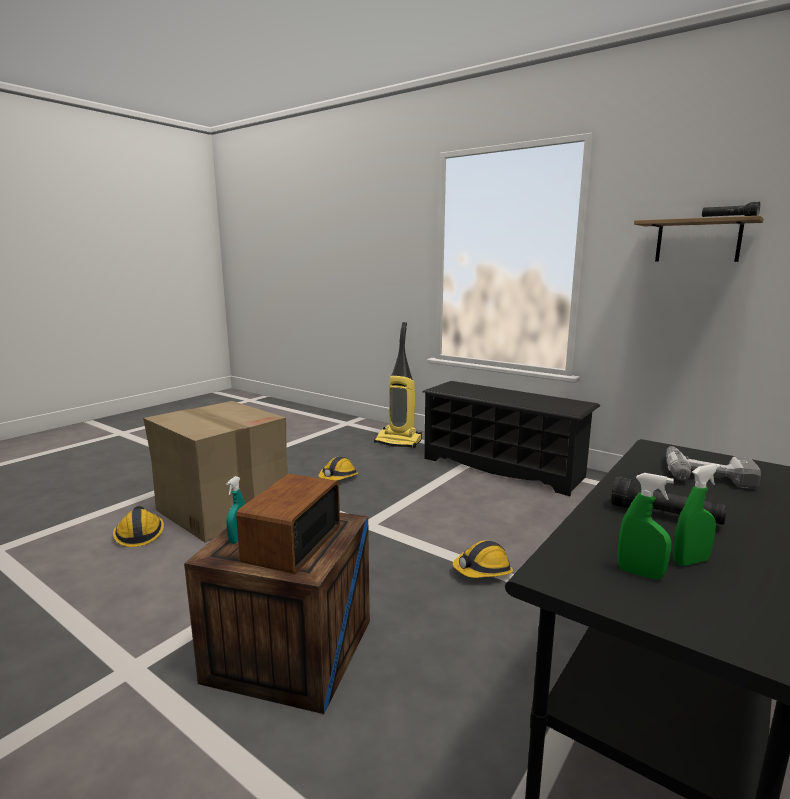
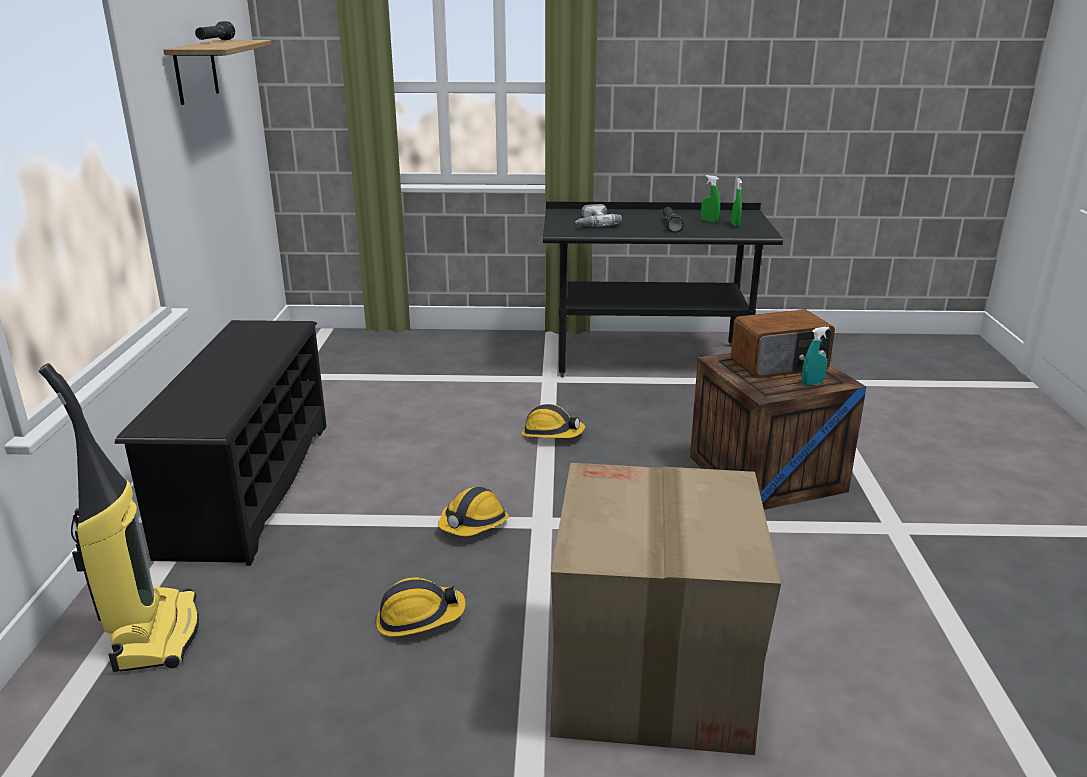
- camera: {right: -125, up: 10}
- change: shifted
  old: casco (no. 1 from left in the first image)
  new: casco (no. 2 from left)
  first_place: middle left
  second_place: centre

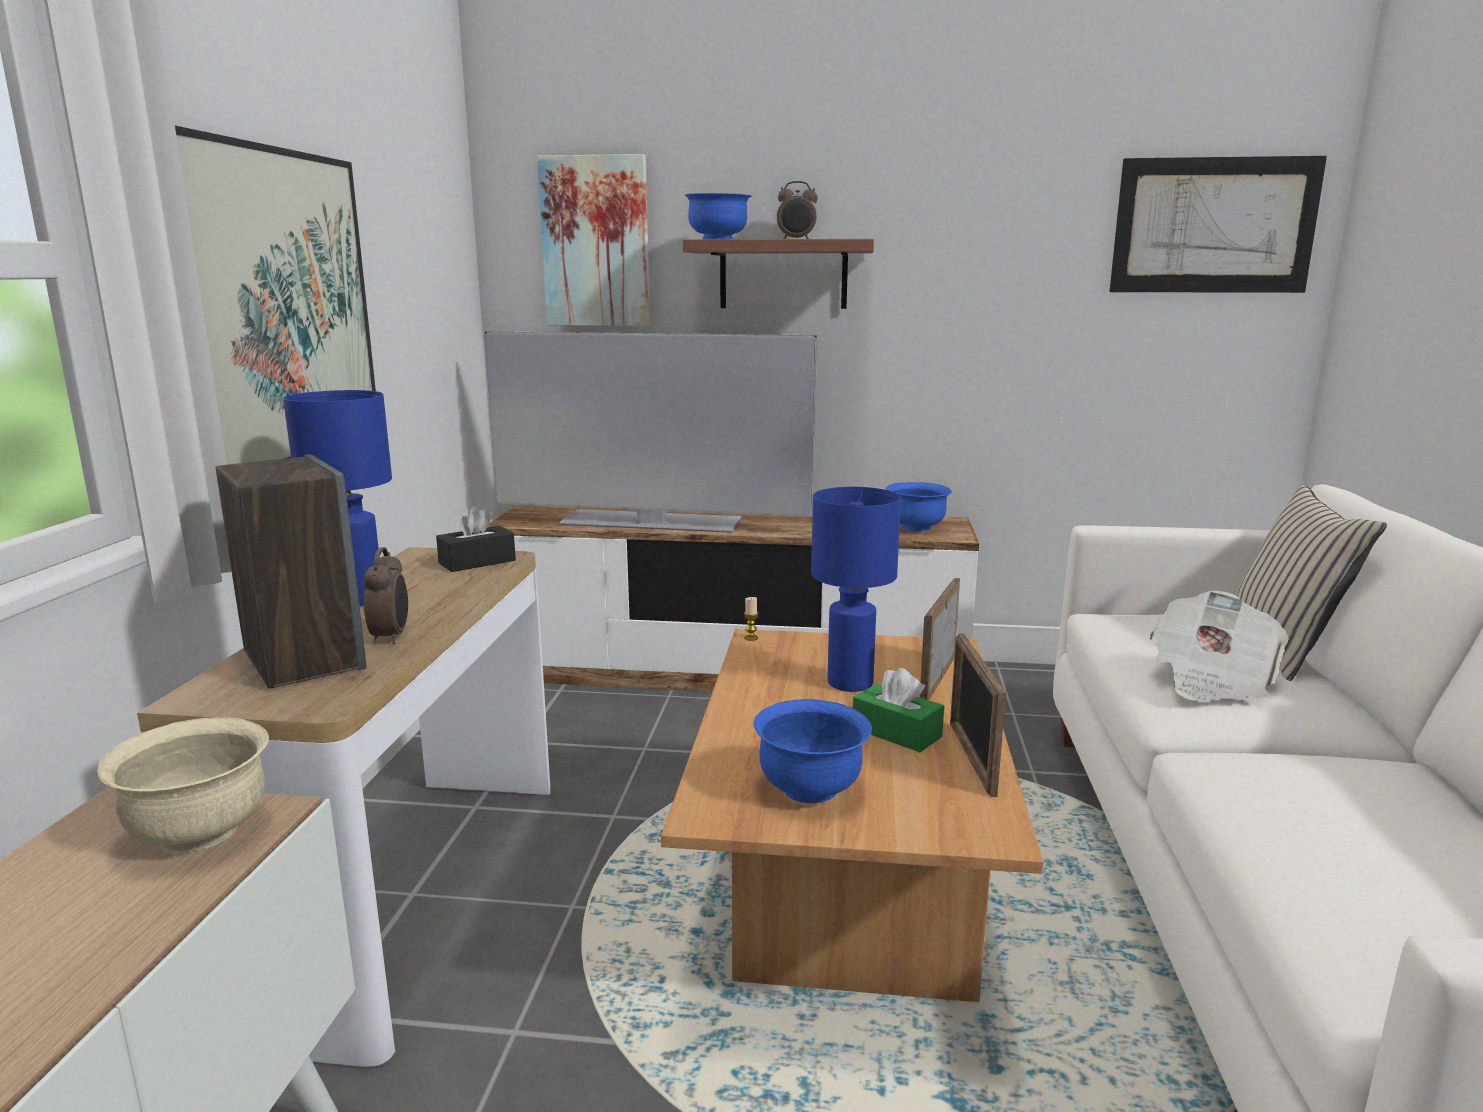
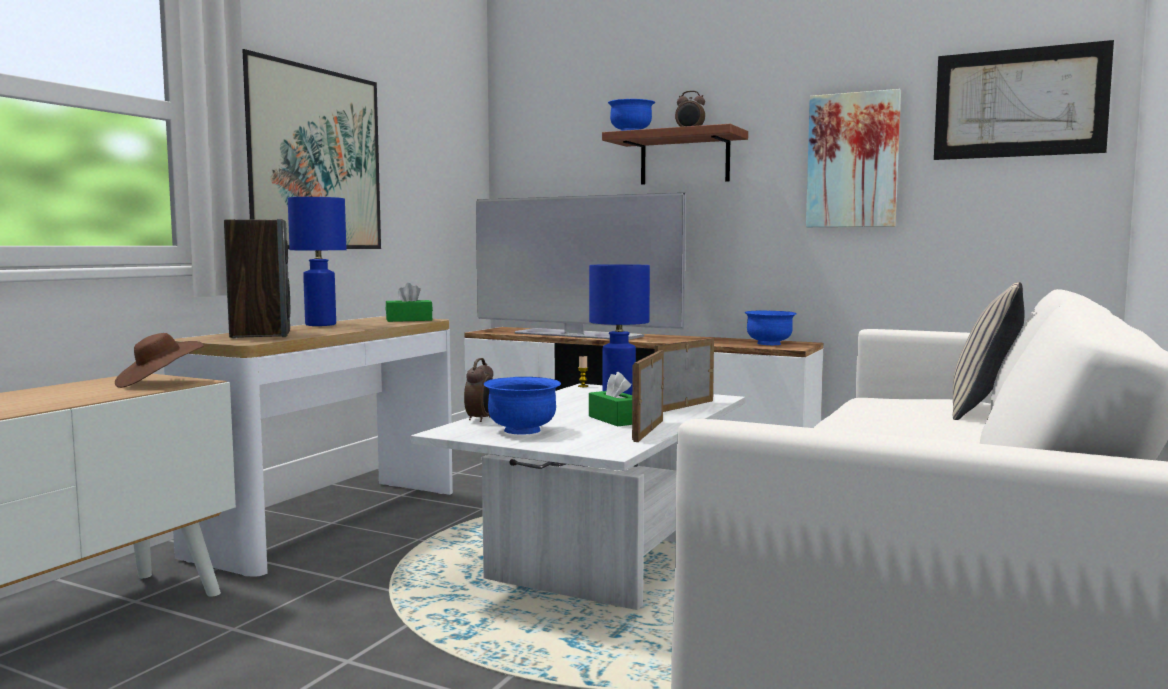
- camera: {right: 20, up: -10}
- change: swapped
  old: cuenco [beis]
  new: sombrero [marrón]
  first_place: bottom left
  second_place: middle left
- change: repainted
  old: caja de pañuelos [negro]
  new: caja de pañuelos [verde] (no. 1 from left)
  first_place: middle left
  second_place: centre
- change: repainted
  old: mesa de centro [marrón]
  new: mesa de centro [blanco]
  first_place: bottom centre
  second_place: bottom centre
- change: shifted
  old: despertador (no. 1 from left)
  first_place: middle left
  second_place: centre
- change: shifted
  old: cuadro (no. 2 from left)
  first_place: top centre
  second_place: top right
- change: gone
  old: periódico
  first_place: middle right

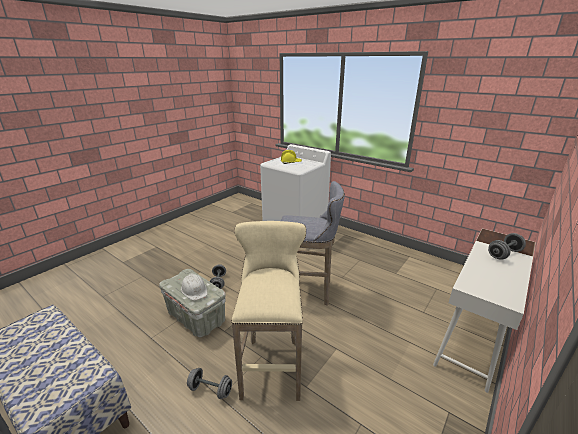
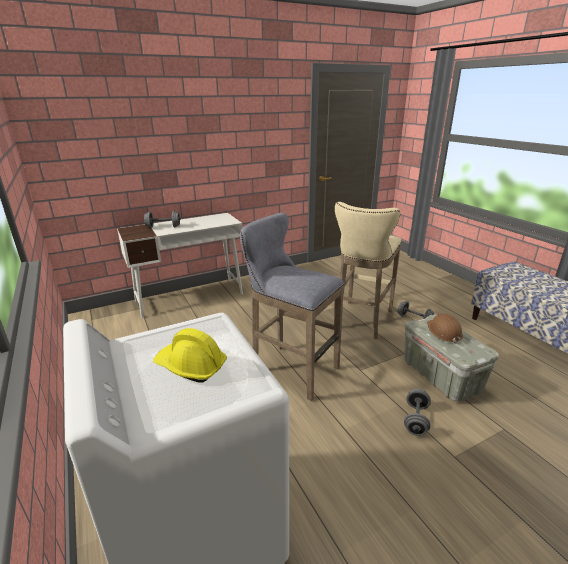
- camera: {right: -155, up: 0}
- change: repainted
  old: casco [blanco]
  new: casco [marrón]
  first_place: centre
  second_place: middle right

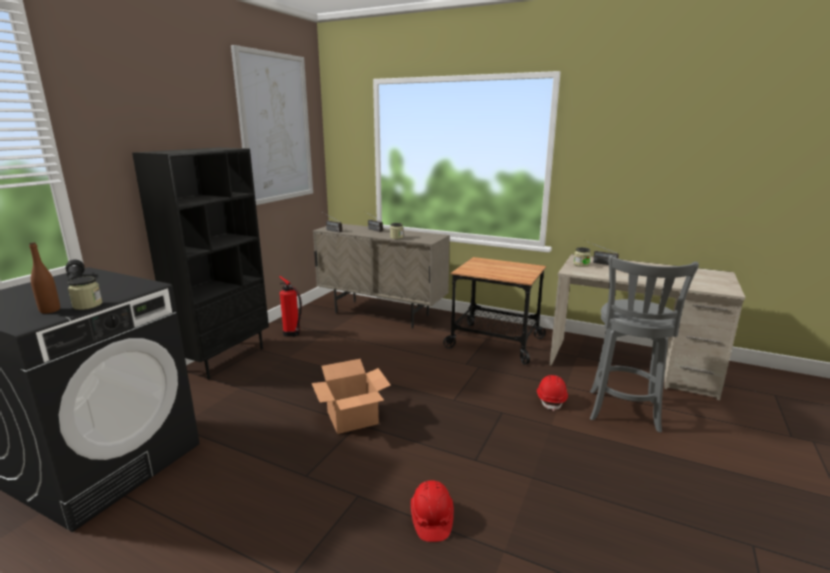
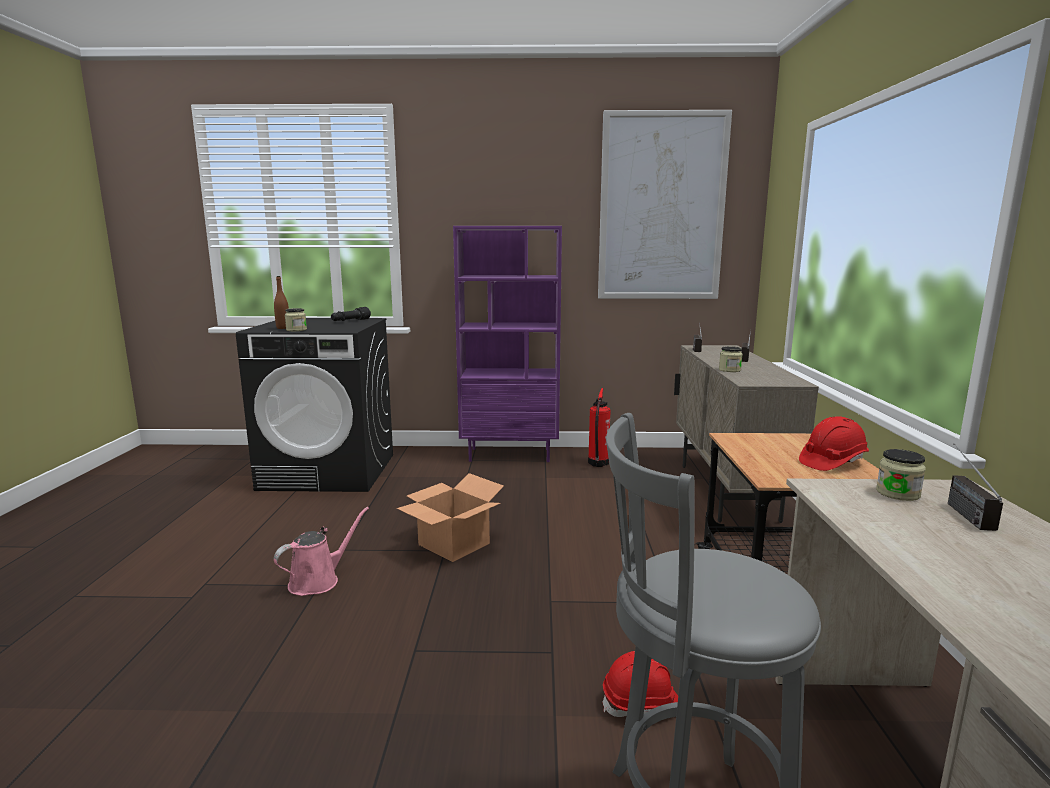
- camera: {right: 65, up: -5}
- change: new
  new: regadera [rosa]
  second_place: bottom left
- change: repainted
  old: estantería [negro]
  new: estantería [morado]
  first_place: middle left
  second_place: centre
- change: shifted
  old: casco [rojo] (no. 1 from left in the first image)
  new: casco [rojo] (no. 2 from left)
  first_place: bottom centre
  second_place: middle right

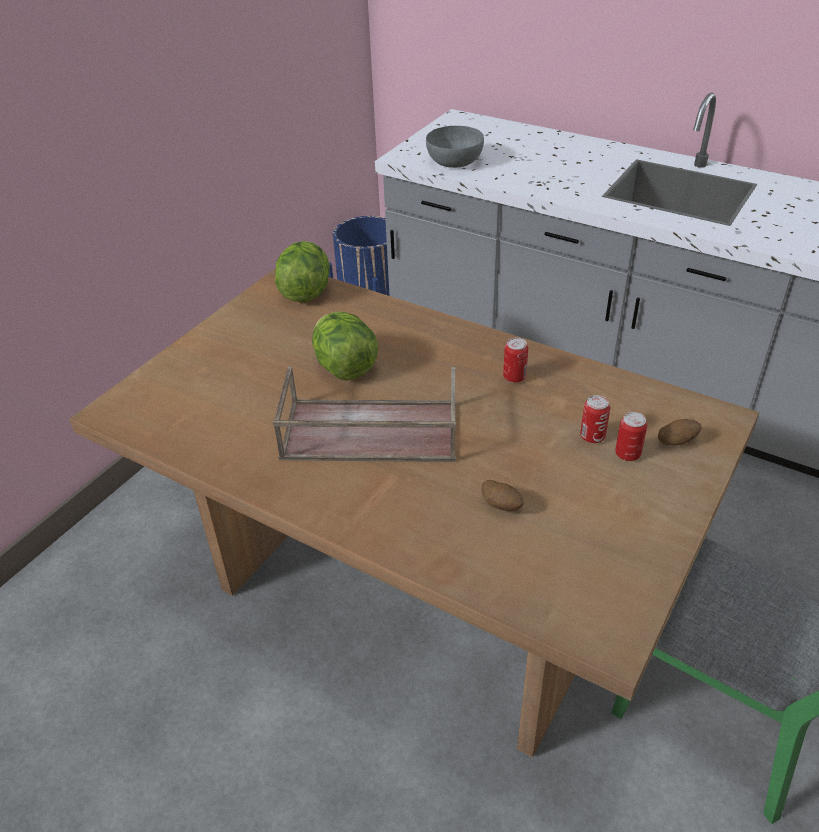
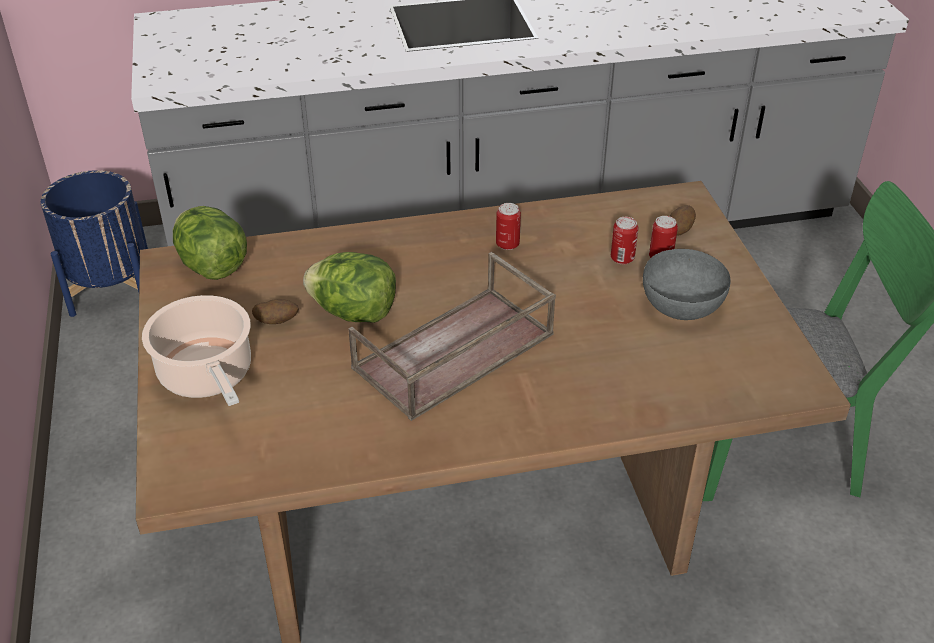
- camera: {right: -45, up: 0}
- change: new
  new: olla
  second_place: middle left
- change: shifted
  old: patata (no. 1 from left)
  first_place: centre
  second_place: middle left
- change: shifted
  old: cuenco [gris]
  first_place: top centre
  second_place: middle right

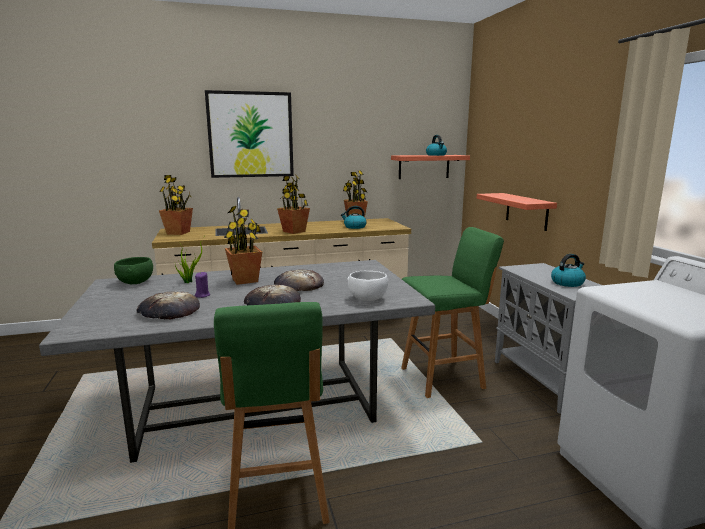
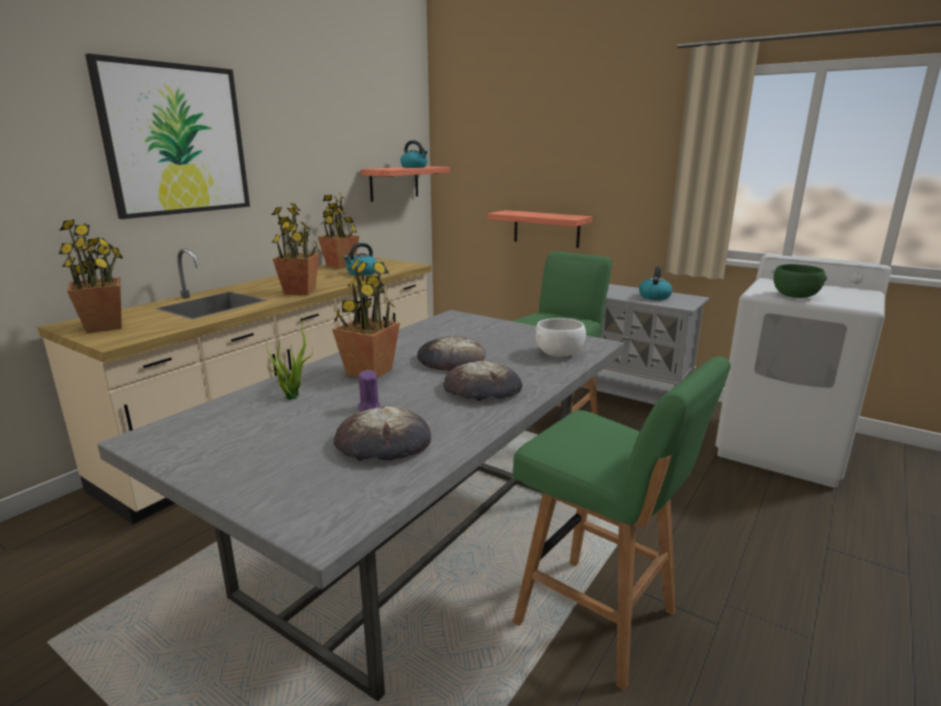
- camera: {right: -40, up: 5}
- change: shifted
  old: cuenco [verde]
  first_place: middle left
  second_place: middle right

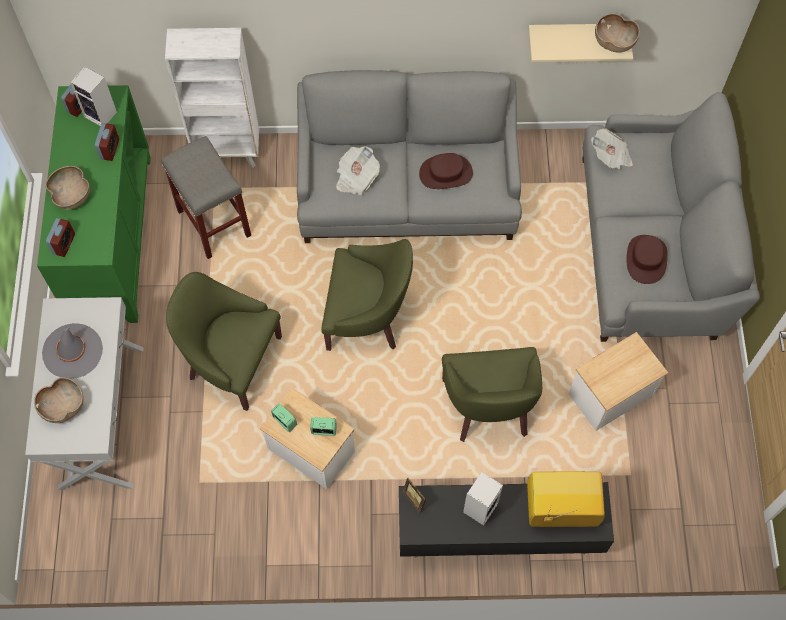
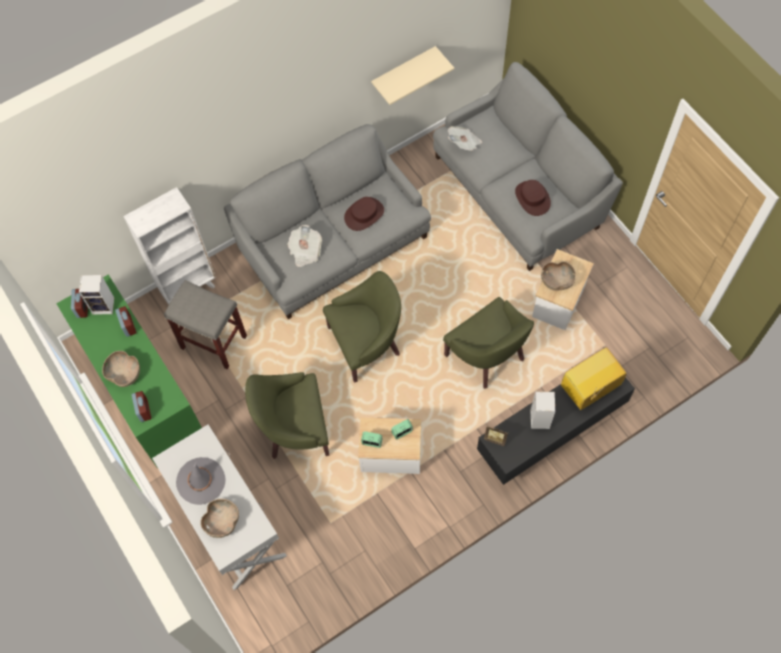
- camera: {right: -30, up: 0}
- change: shifted
  old: cuenco [marrón] (no. 3 from left)
  first_place: top right
  second_place: middle right

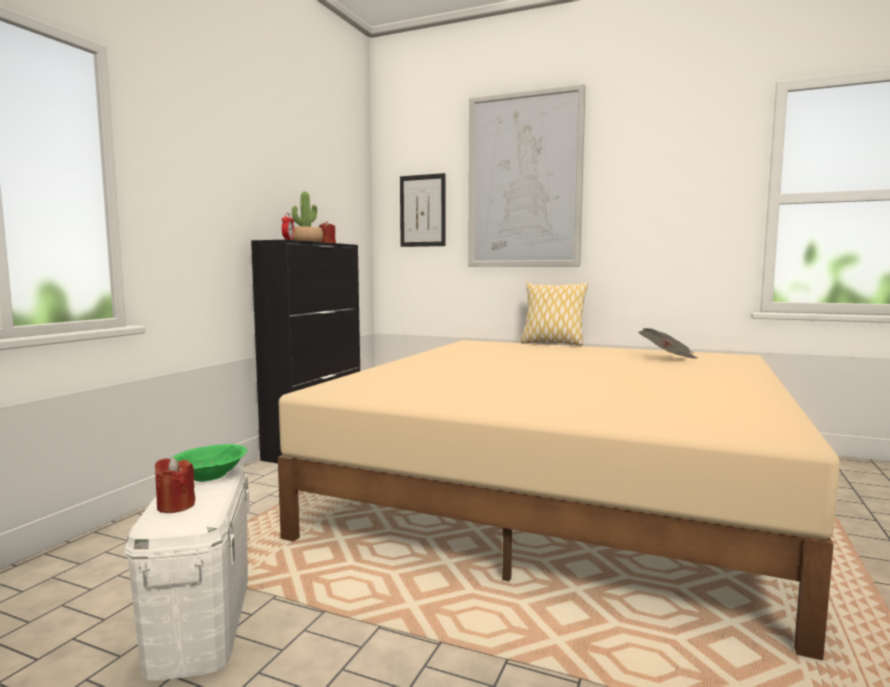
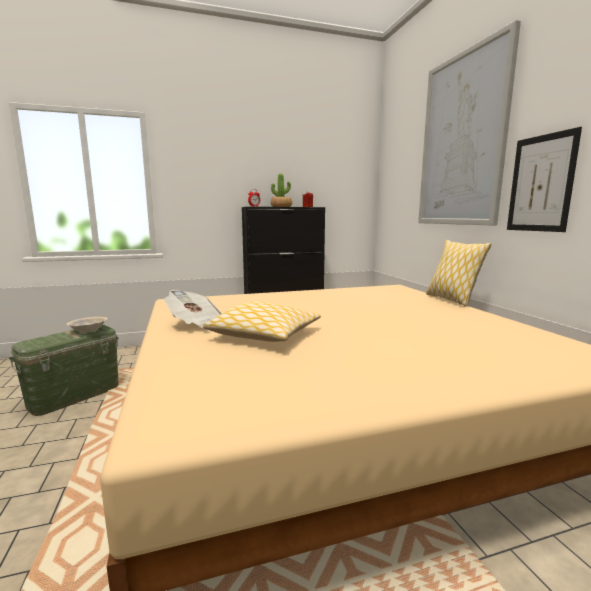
- camera: {right: 50, up: 5}
- change: repainted
  old: caja de almacenaje [blanco]
  new: caja de almacenaje [verde]
  first_place: bottom left
  second_place: middle left
- change: repainted
  old: cuenco [verde]
  new: cuenco [beis]
  first_place: bottom left
  second_place: middle left
- change: shifted
  old: periódico
  first_place: middle right
  second_place: middle left
- change: new
  new: cojín (no. 1 from left)
  second_place: centre
- change: shifted
  old: cuadro (no. 1 from left in the first image)
  new: cuadro (no. 2 from left)
  first_place: top centre
  second_place: top right
- change: gone
  old: vela [rojo] (no. 1 from left)
  first_place: bottom left

